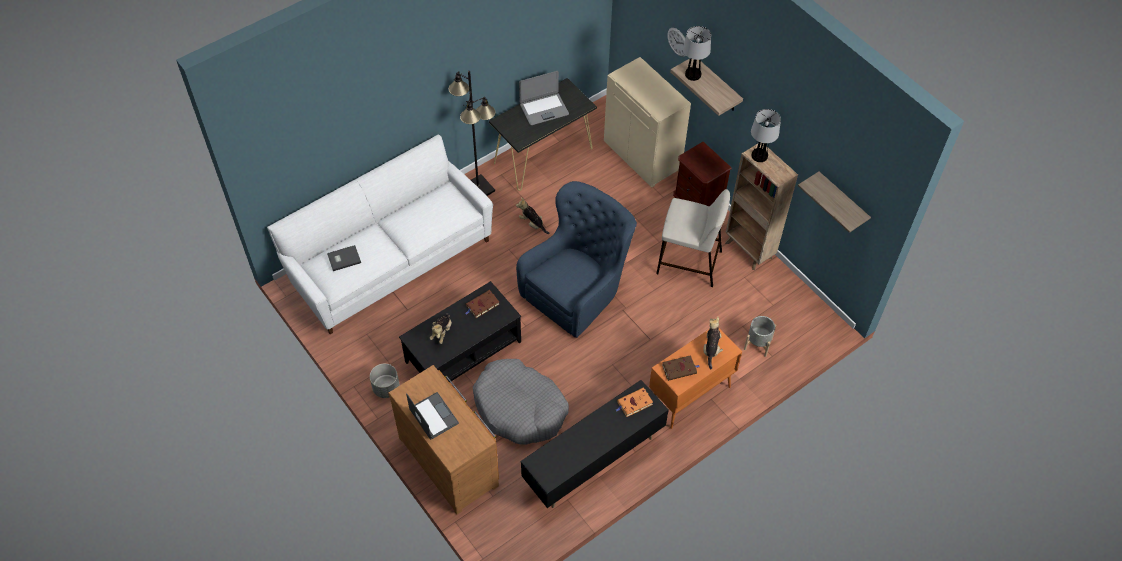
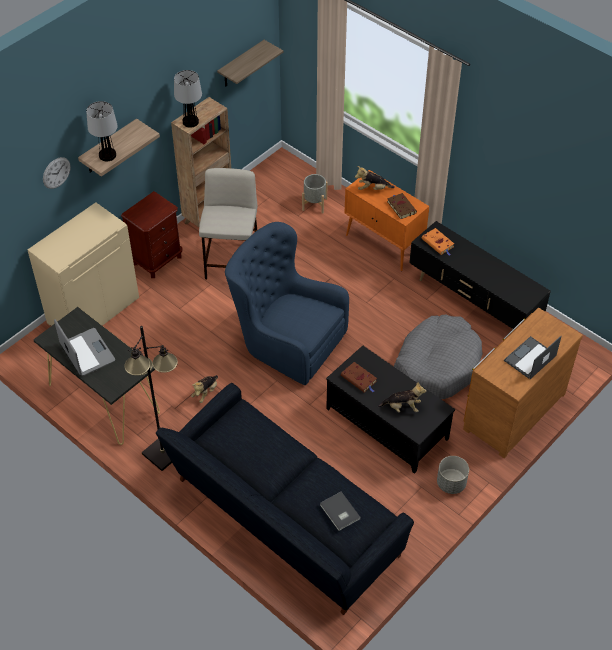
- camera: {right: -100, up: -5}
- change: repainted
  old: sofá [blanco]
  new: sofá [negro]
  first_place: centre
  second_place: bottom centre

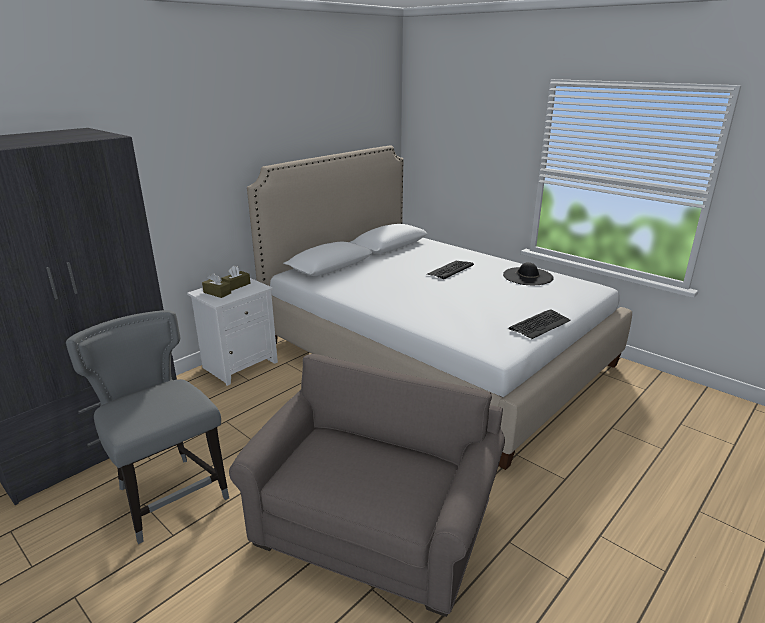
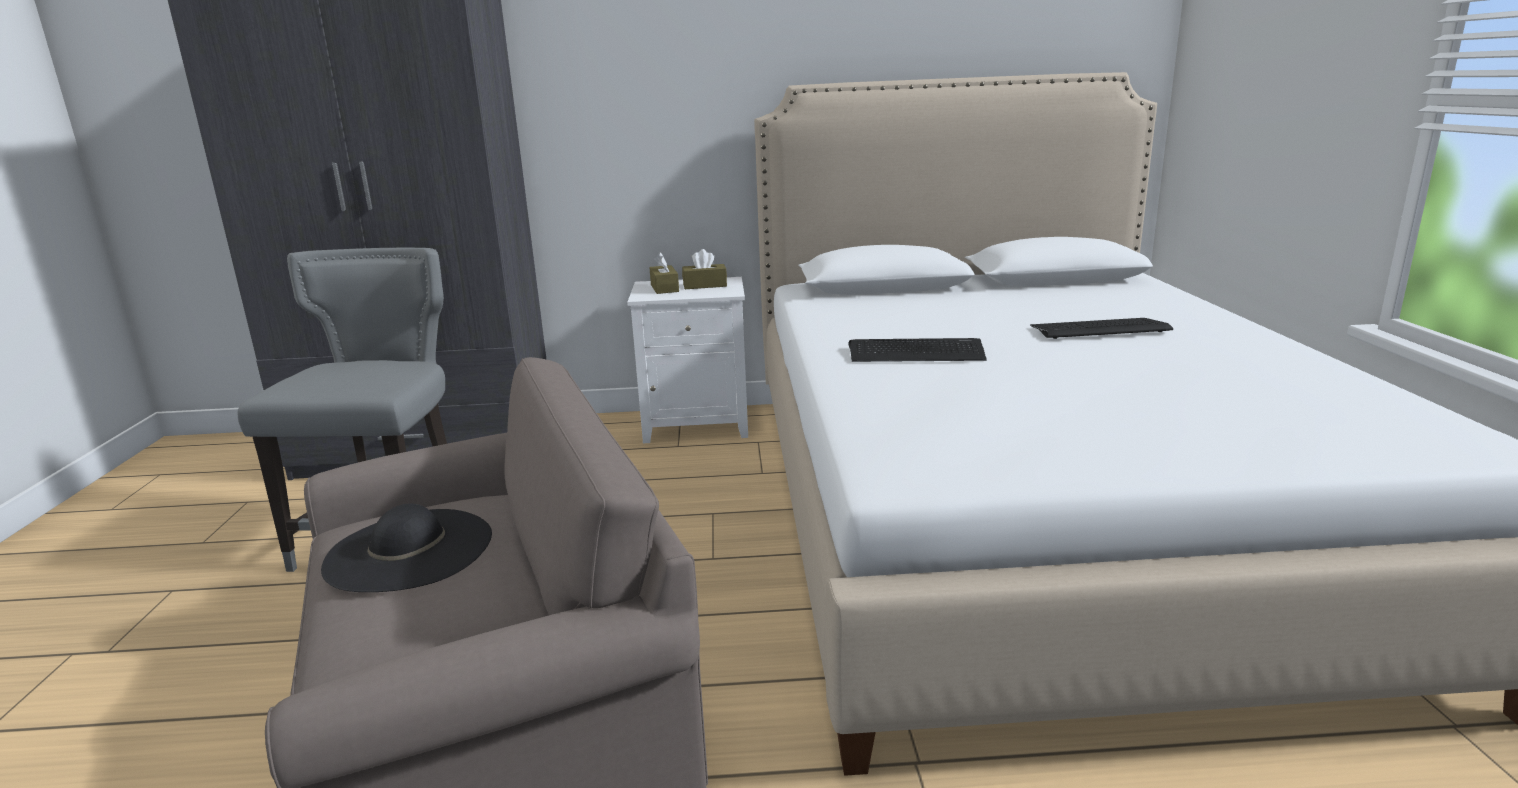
- camera: {right: 45, up: -5}
- change: shifted
  old: sombrero [negro]
  first_place: middle right
  second_place: bottom left
- change: shifted
  old: teclado (no. 2 from left in the first image)
  new: teclado (no. 1 from left)
  first_place: middle right
  second_place: centre

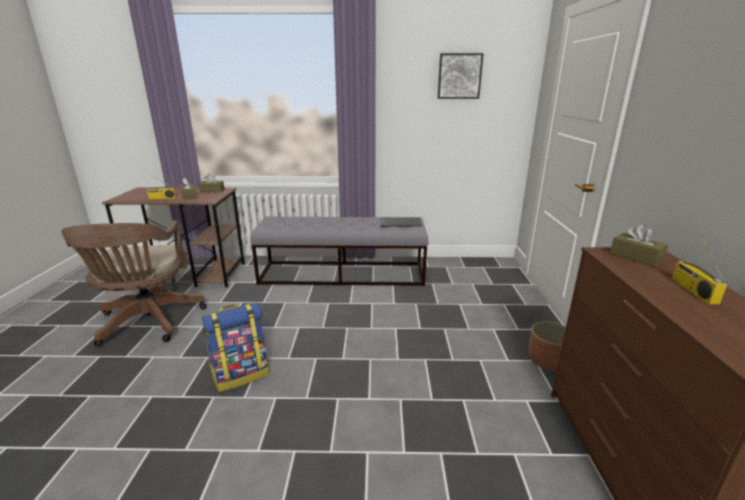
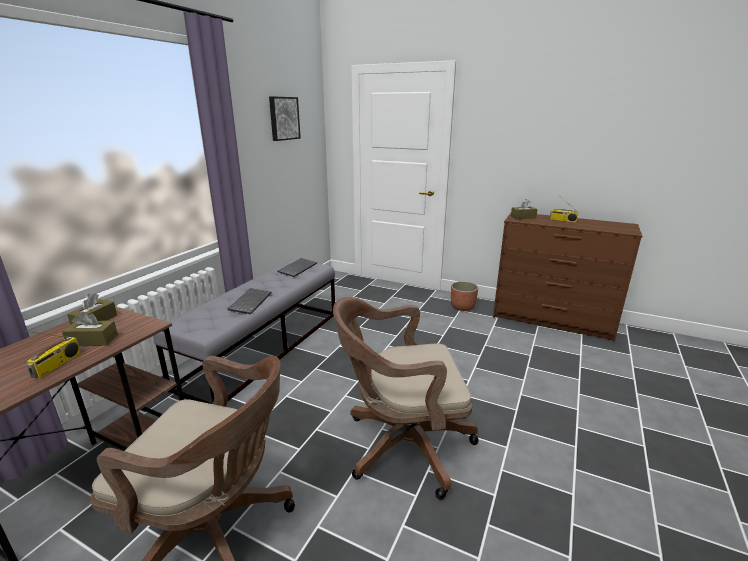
- camera: {right: -65, up: 0}
- change: new
  new: teclado (no. 1 from left)
  second_place: middle left
- change: swapped
  old: mochila
  new: silla de oficina [marrón] (no. 2 from left)
  first_place: bottom left
  second_place: bottom centre

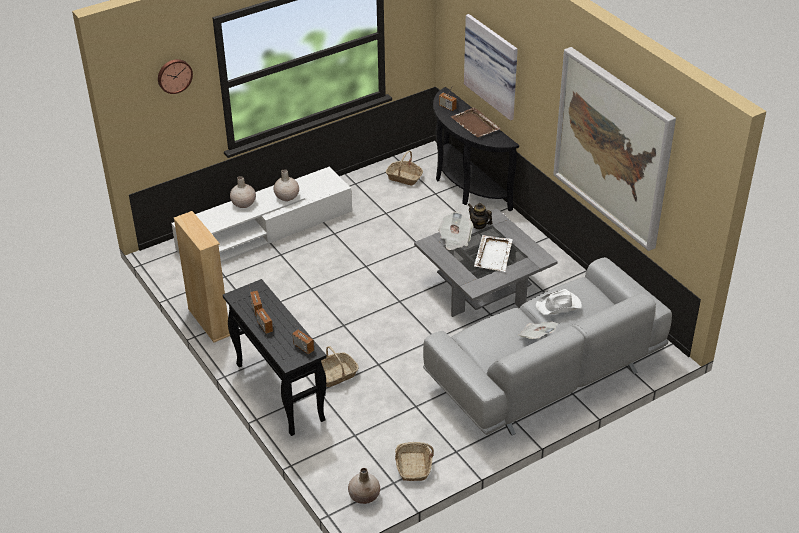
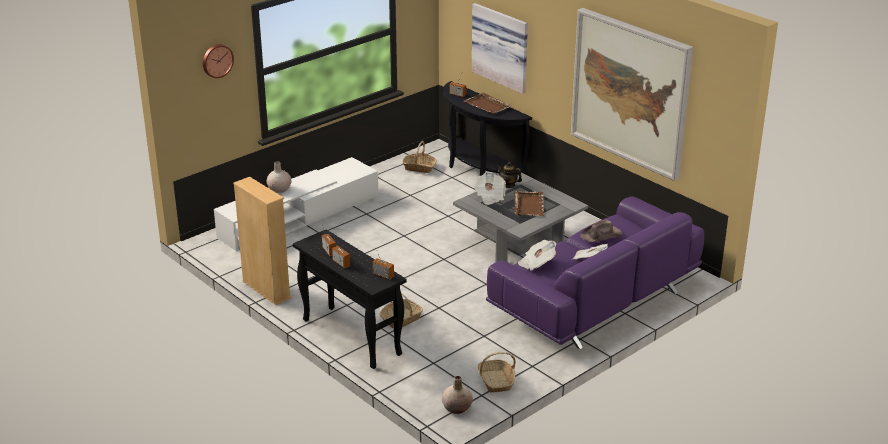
- camera: {right: -10, up: -10}
- change: repainted
  old: sofá [gris]
  new: sofá [morado]
  first_place: middle right
  second_place: middle right
- change: repainted
  old: bandeja [blanco]
  new: bandeja [marrón] (no. 2 from left)
  first_place: centre
  second_place: centre
- change: new
  new: periódico (no. 2 from left)
  second_place: centre
- change: repainted
  old: sombrero [blanco]
  new: sombrero [marrón]
  first_place: middle right
  second_place: middle right
- change: gone
  old: florero [beis] (no. 2 from left)
  first_place: centre

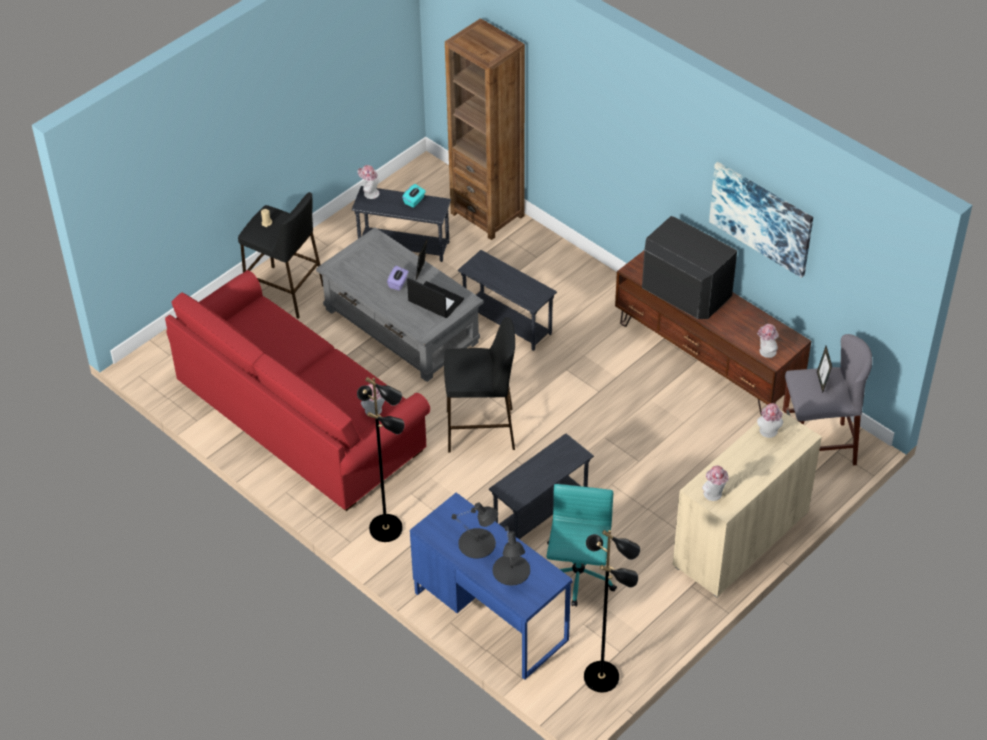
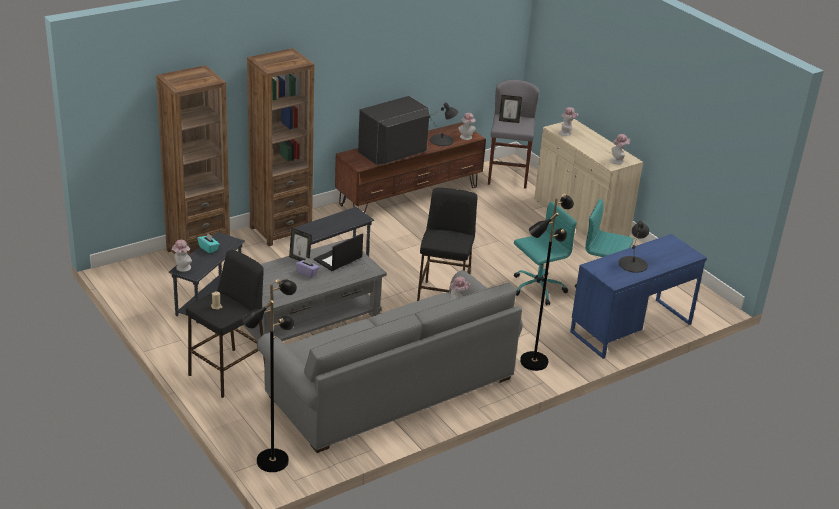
- camera: {right: -80, up: -15}
- change: shifted
  old: lámpara de pie [negro] (no. 2 from left in the first image)
  new: lámpara de pie [negro] (no. 1 from left)
  first_place: bottom centre
  second_place: bottom left
- change: new
  new: estantería [marrón] (no. 2 from left)
  second_place: top centre
- change: repainted
  old: sofá [rojo]
  new: sofá [gris]
  first_place: middle left
  second_place: bottom centre
- change: shifted
  old: lámpara de mesa [negro] (no. 2 from left in the first image)
  new: lámpara de mesa [negro] (no. 1 from left)
  first_place: bottom centre
  second_place: top centre
- change: swapped
  old: mesa auxiliar [gris] (no. 3 from left)
  new: silla de oficina [turquesa] (no. 1 from left)
  first_place: centre
  second_place: centre
- change: gone
  old: cuadro
  first_place: top right

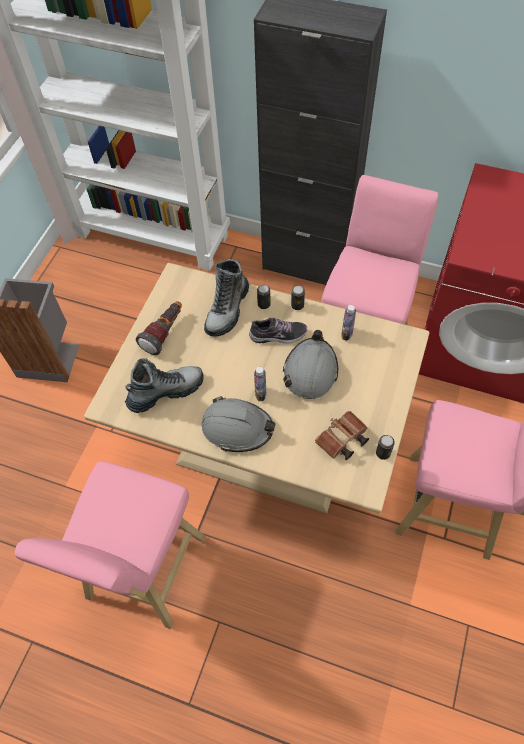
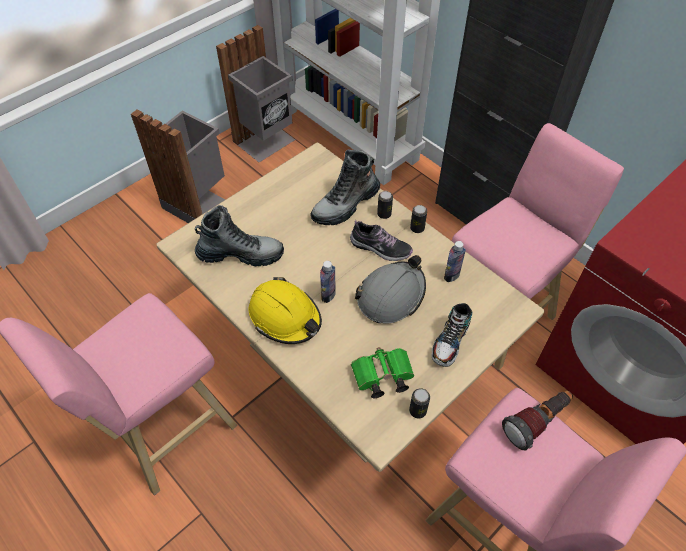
- camera: {right: 25, up: -5}
- change: new
  new: papelera [gris] (no. 2 from left)
  second_place: top centre
- change: repainted
  old: casco [gris] (no. 1 from left)
  new: casco [amarillo]
  first_place: centre
  second_place: centre
- change: repainted
  old: prismáticos [marrón]
  new: prismáticos [verde]
  first_place: centre
  second_place: bottom centre
- change: new
  new: zapato (no. 2 from left)
  second_place: centre
- change: shifted
  old: linterna
  first_place: middle left
  second_place: bottom right

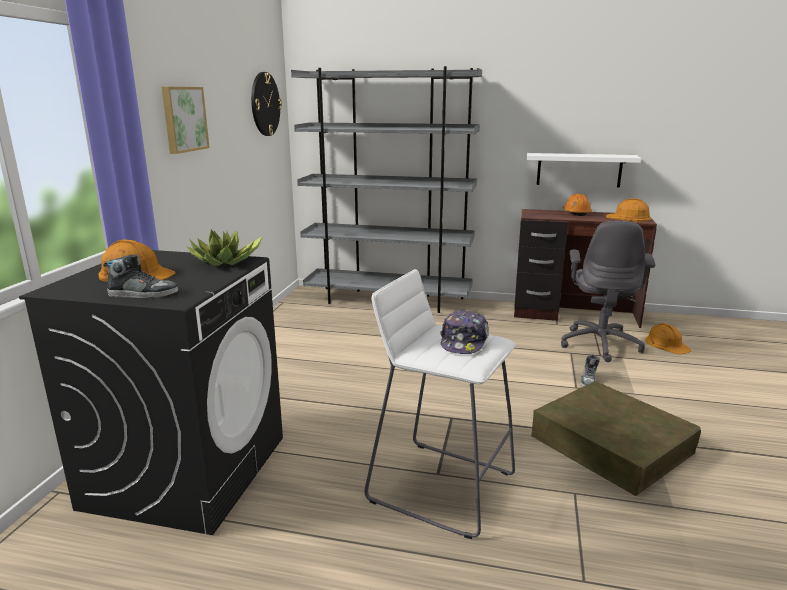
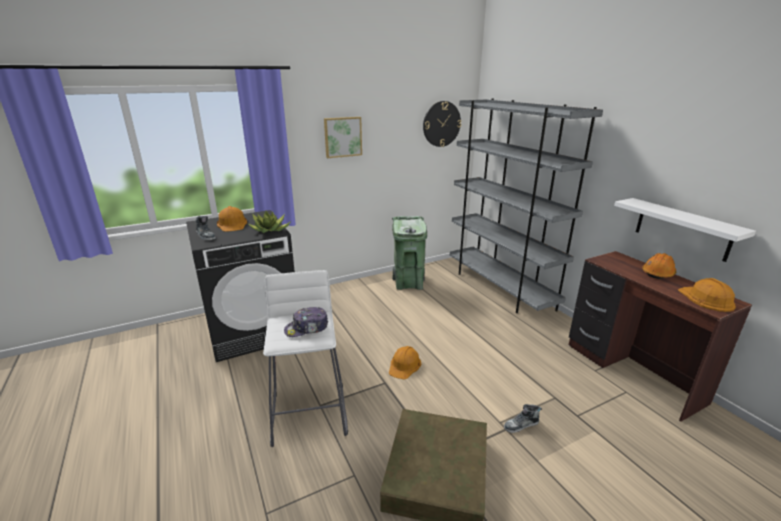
- camera: {right: 50, up: 5}
- change: shifted
  old: casco [naranja] (no. 4 from left in the first image)
  new: casco [naranja] (no. 2 from left)
  first_place: middle right
  second_place: bottom centre
- change: new
  new: papelera [verde]
  second_place: centre
- change: gone
  old: silla de oficina [gris]
  first_place: middle right

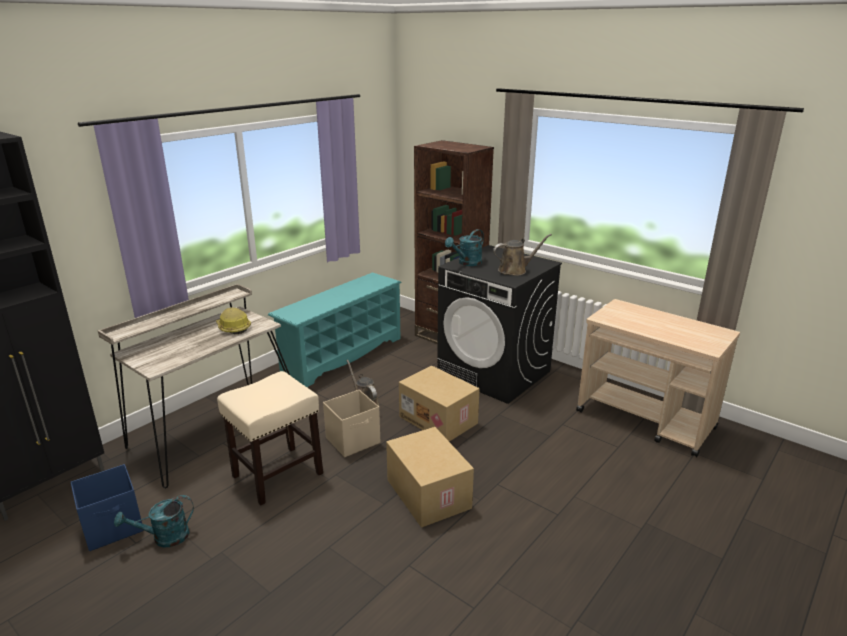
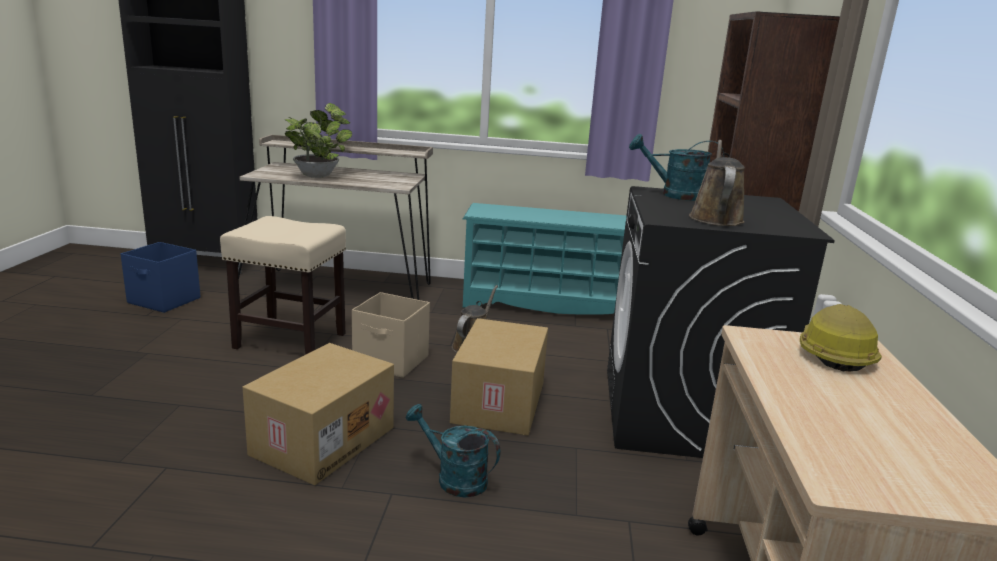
- camera: {right: 55, up: -5}
- change: new
  new: planta en maceta
  second_place: top left
- change: shifted
  old: regadera [turquesa] (no. 1 from left)
  first_place: bottom left
  second_place: bottom centre
- change: rotated
  old: regadera [marrón] (no. 2 from left)
  first_place: centre
  second_place: top right
  degrees: -120
- change: shifted
  old: casco
  first_place: middle left
  second_place: middle right

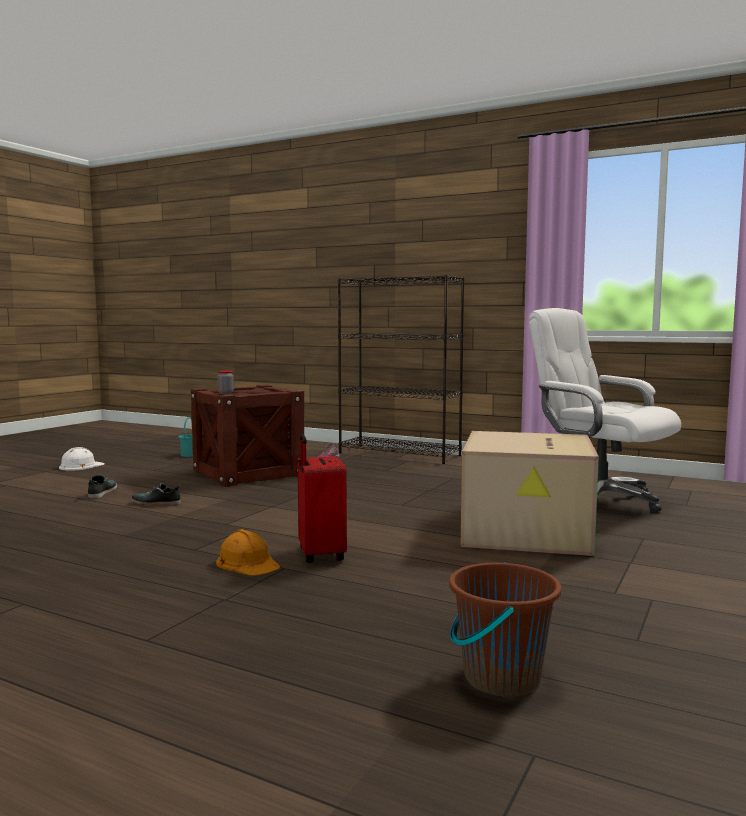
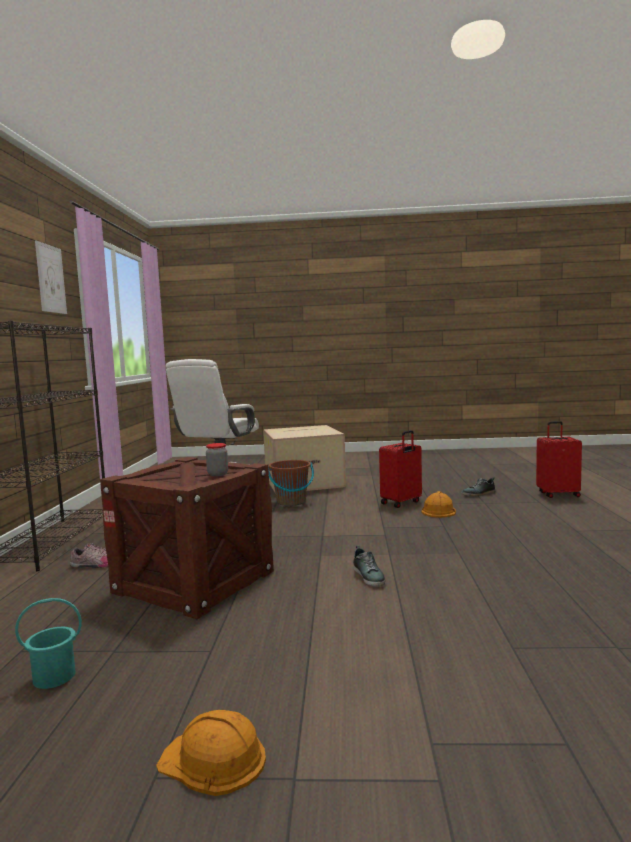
- camera: {right: -115, up: 0}
- change: new
  new: cuadro
  second_place: top left
- change: repainted
  old: casco [blanco]
  new: casco [naranja] (no. 1 from left)
  first_place: middle left
  second_place: bottom centre
- change: shifted
  old: cubo [marrón]
  first_place: bottom right
  second_place: centre
- change: shifted
  old: zapato (no. 1 from left in the first image)
  new: zapato (no. 3 from left)
  first_place: middle left
  second_place: middle right
- change: new
  new: maleta [rojo] (no. 2 from left)
  second_place: middle right

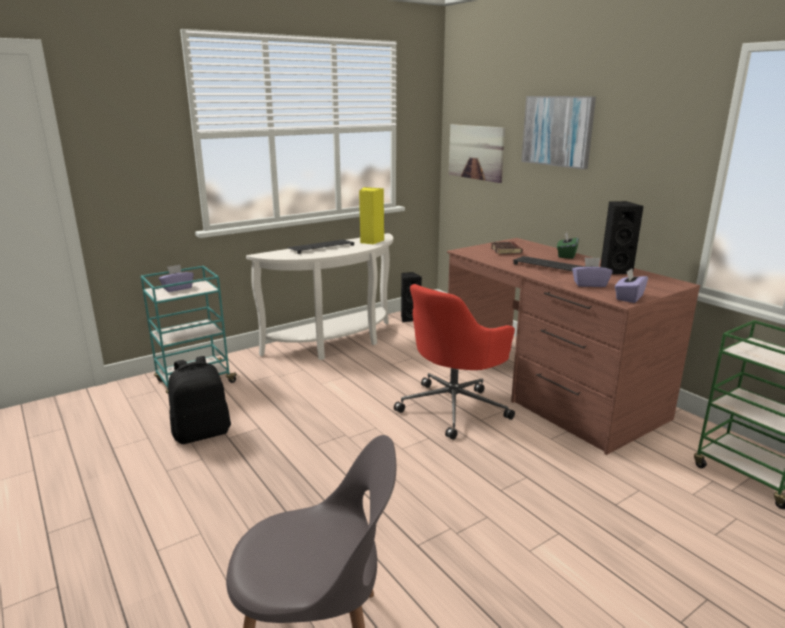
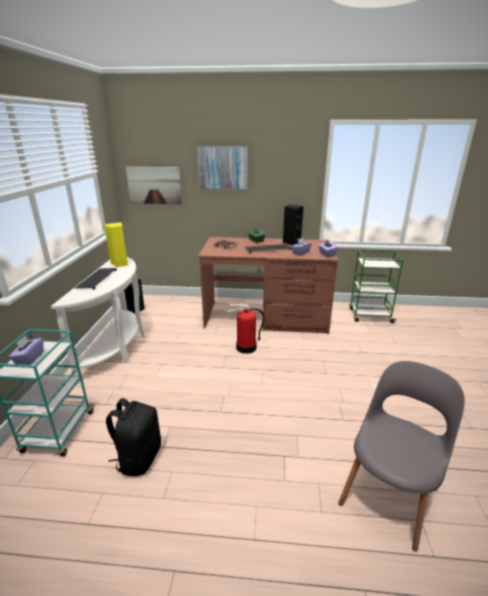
- camera: {right: -50, up: 5}
- change: swapped
  old: silla de oficina [rojo]
  new: extintor
  first_place: centre
  second_place: centre

